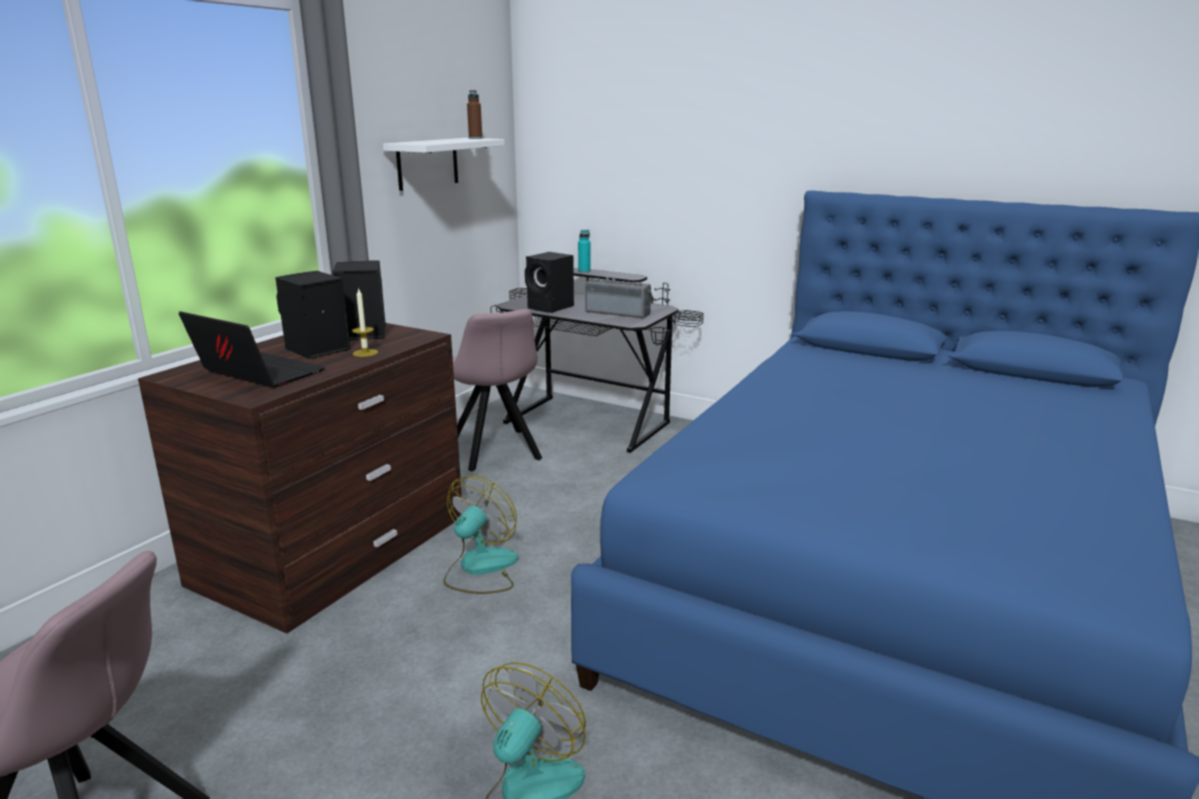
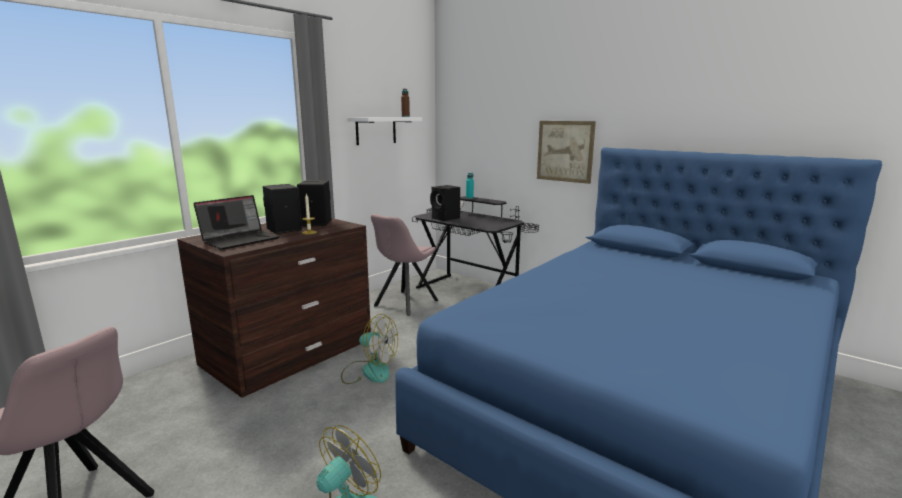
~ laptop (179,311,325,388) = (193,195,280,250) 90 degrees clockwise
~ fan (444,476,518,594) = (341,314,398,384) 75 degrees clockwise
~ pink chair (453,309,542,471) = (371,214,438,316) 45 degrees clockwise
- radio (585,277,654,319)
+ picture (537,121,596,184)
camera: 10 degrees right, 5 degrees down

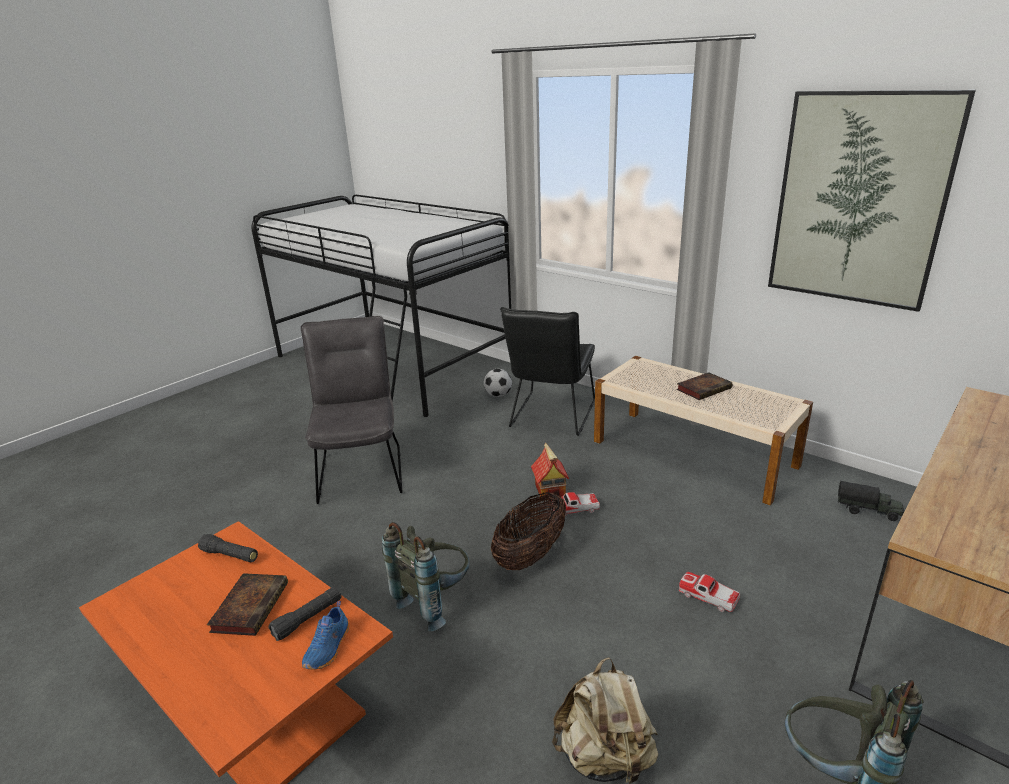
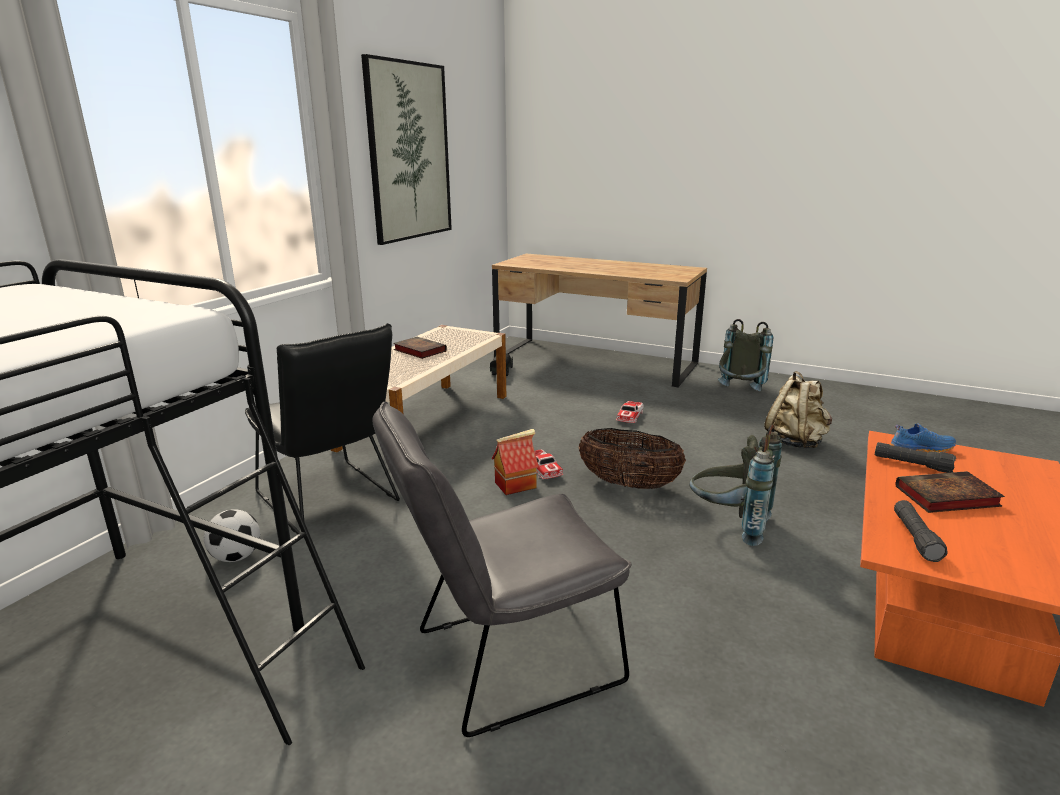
~ black chair (500,307,595,436) = (245,323,400,535) 45 degrees clockwise
camera: 105 degrees left, 5 degrees down

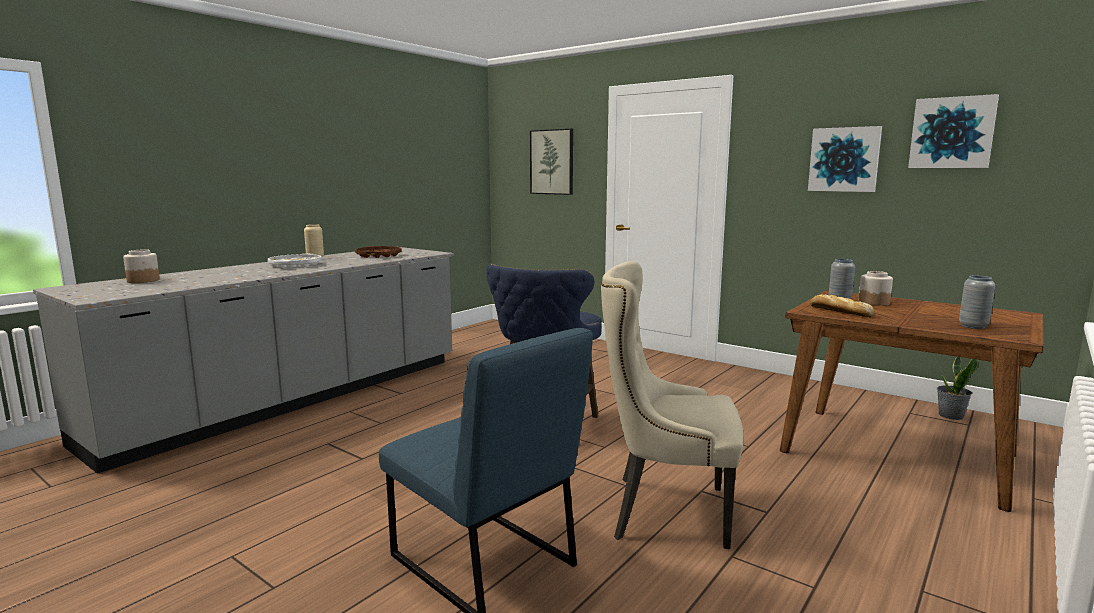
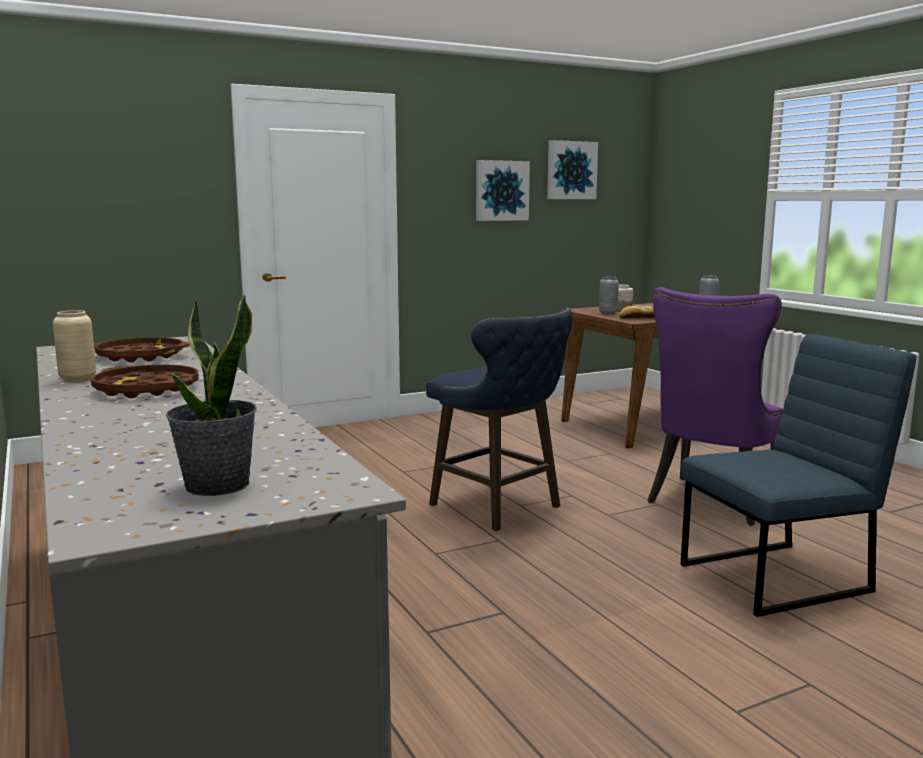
- jar (123,249,160,283)
~ white tray (268,254,322,267) to brown tray (91,365,199,398)
- picture (530,128,573,195)
~ beige chair (601,261,743,549) to purple chair (647,287,783,526)
~ potted plant (937,357,978,420) to (166,294,257,496)
camera: 65 degrees left, 0 degrees up

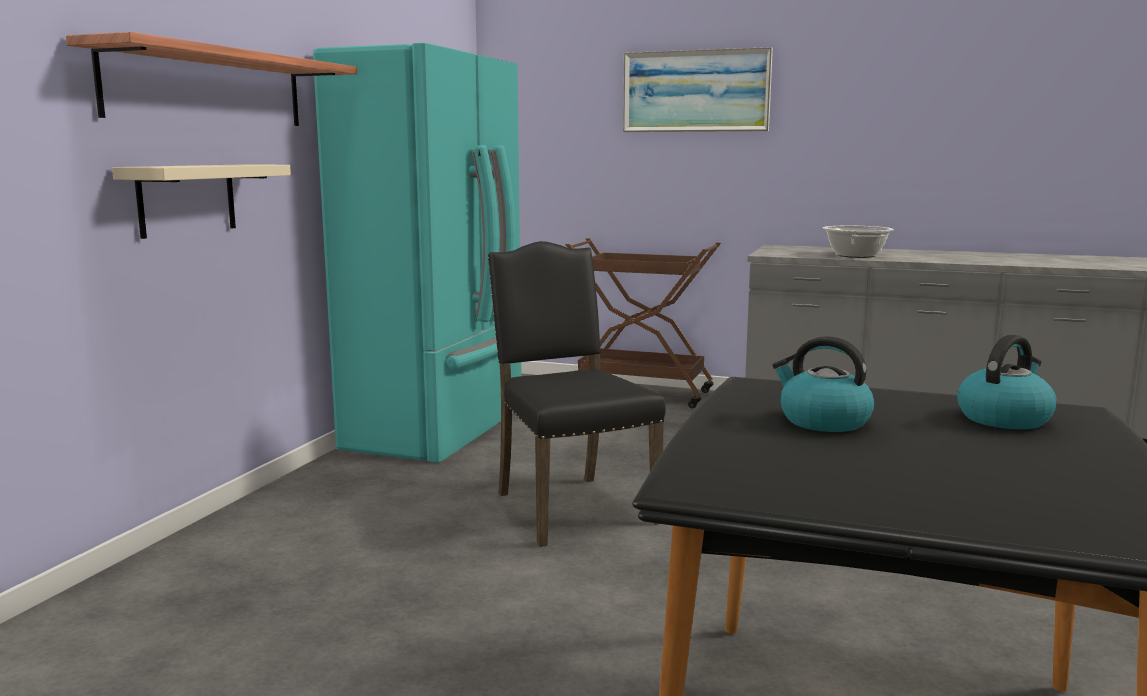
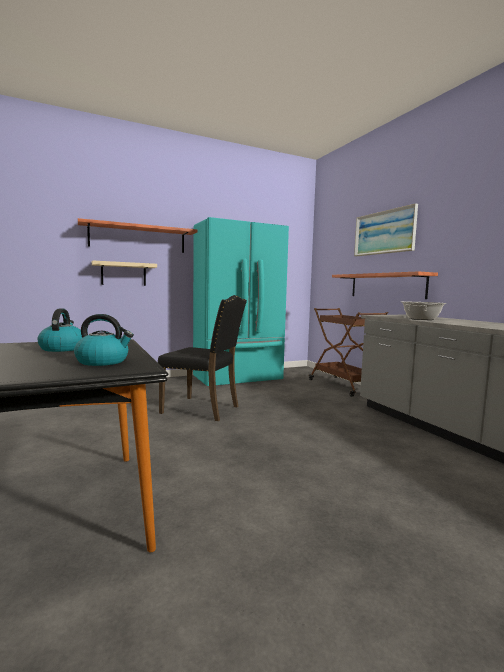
~ black chair (488,241,666,547) = (158,295,247,421) 90 degrees clockwise
+ shelf (332,271,438,299)
camera: 45 degrees right, 5 degrees down

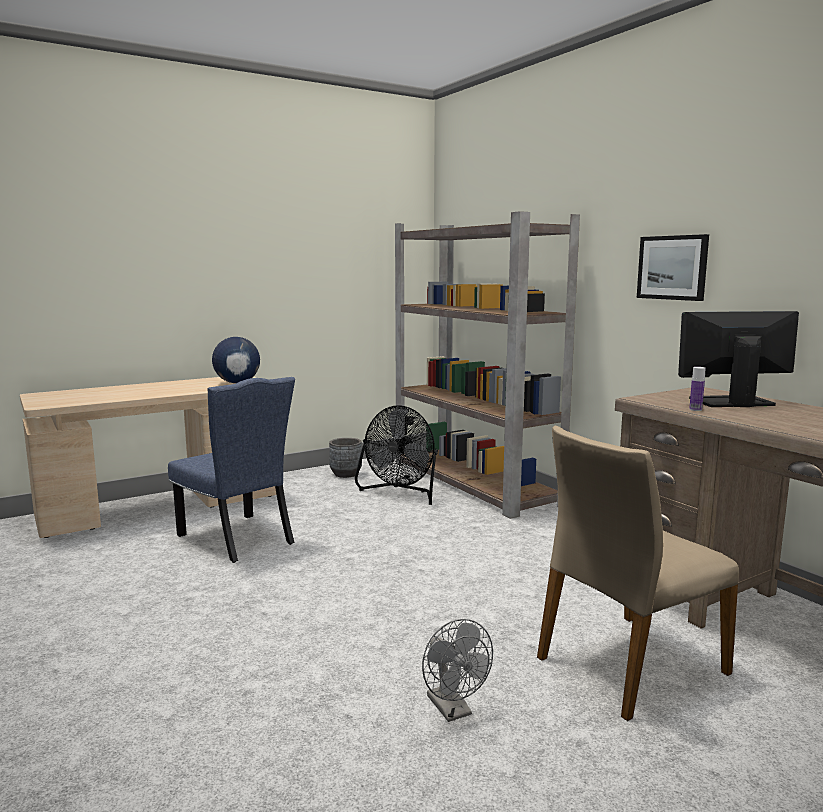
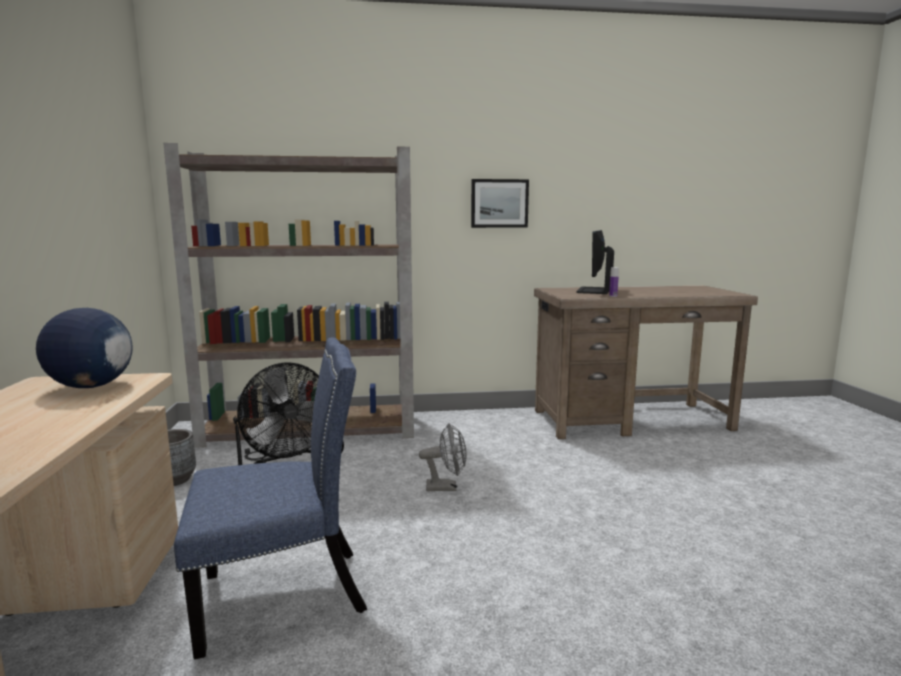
~ grey fan (422,619,493,722) to (419,423,467,491)
- beige chair (537,425,739,721)
camera: 65 degrees left, 0 degrees up

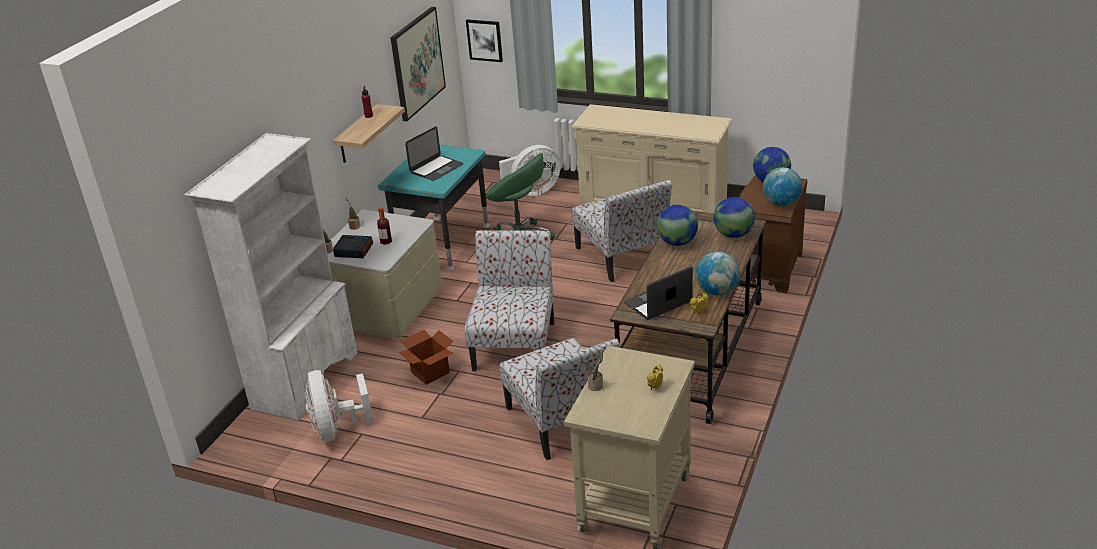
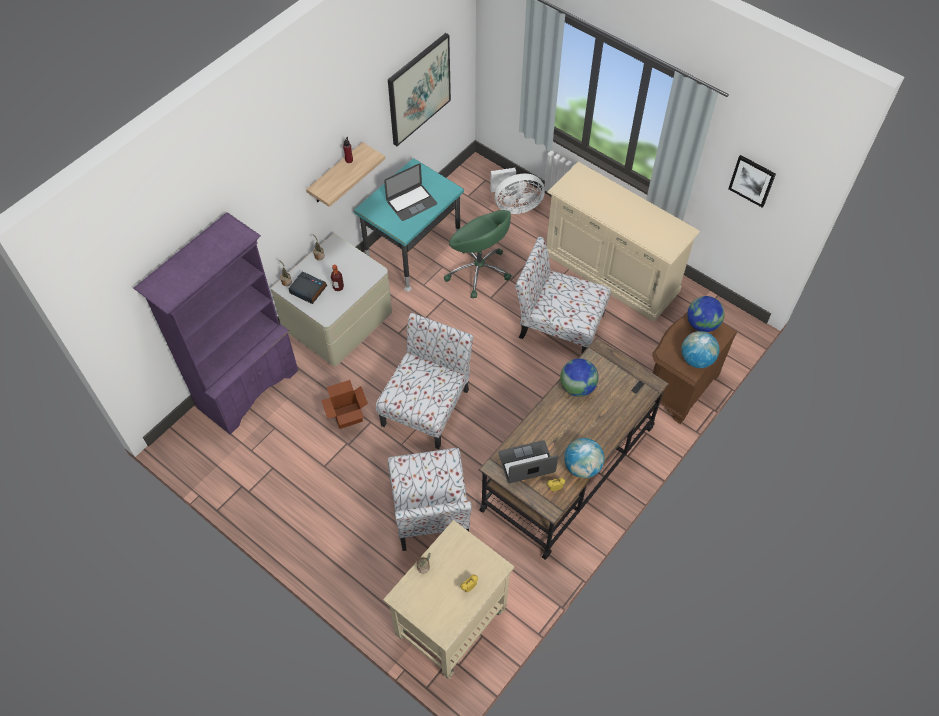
~ white bookcase (185,133,357,420) to purple bookcase (133,212,298,434)
- white fan (305,370,374,442)
~ picture (466,19,503,62) to (728,155,776,208)
~ chair (572,180,672,282) = (515,237,611,353) 120 degrees clockwise
- globe (714,197,755,238)
camera: 15 degrees right, 25 degrees up

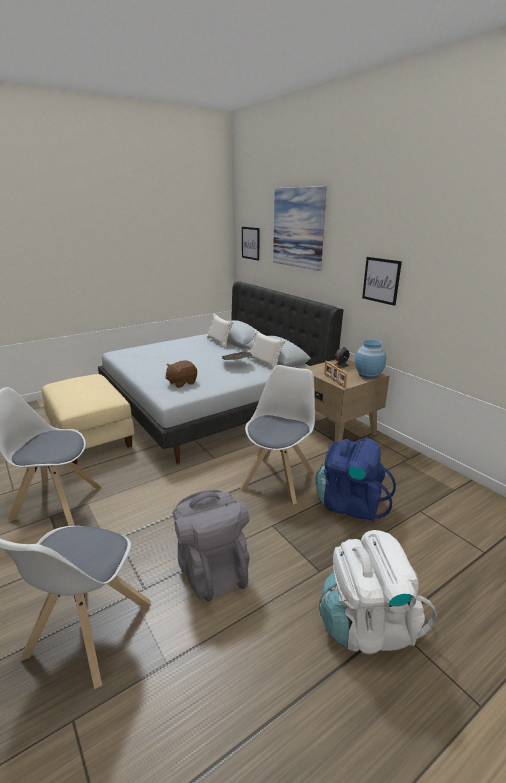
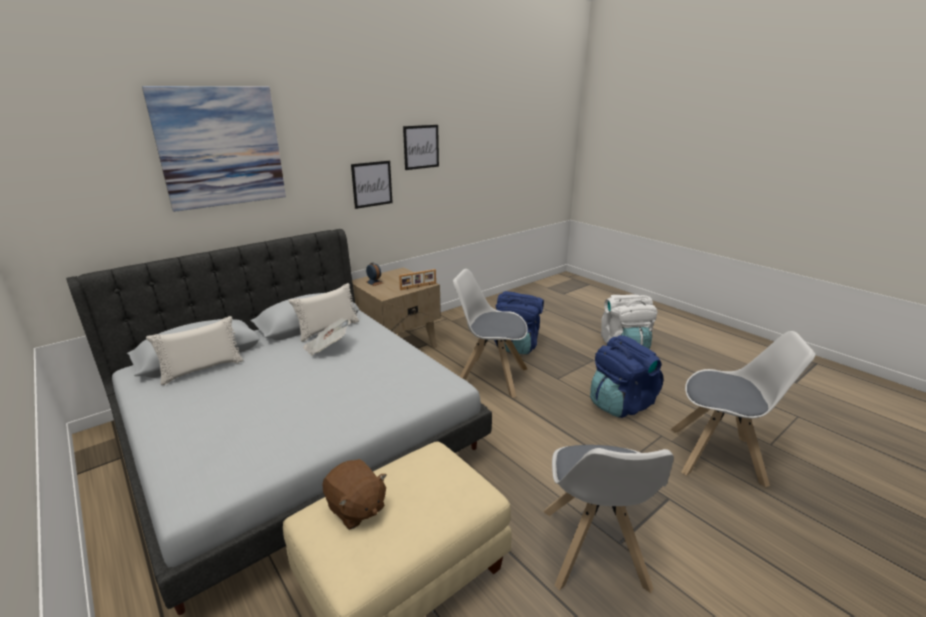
~ brown plush toy (165,360,197,388) to (322,459,387,530)
~ grey backpack (172,490,250,602) to blue backpack (590,335,664,418)
~ picture (242,227,260,261) to (403,125,439,170)
- blue vase (355,339,386,379)
camera: 95 degrees left, 0 degrees up

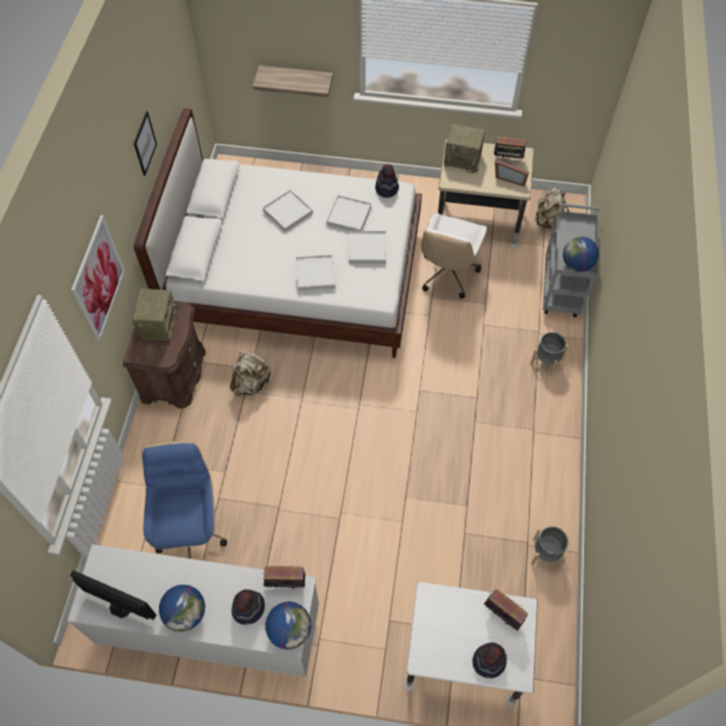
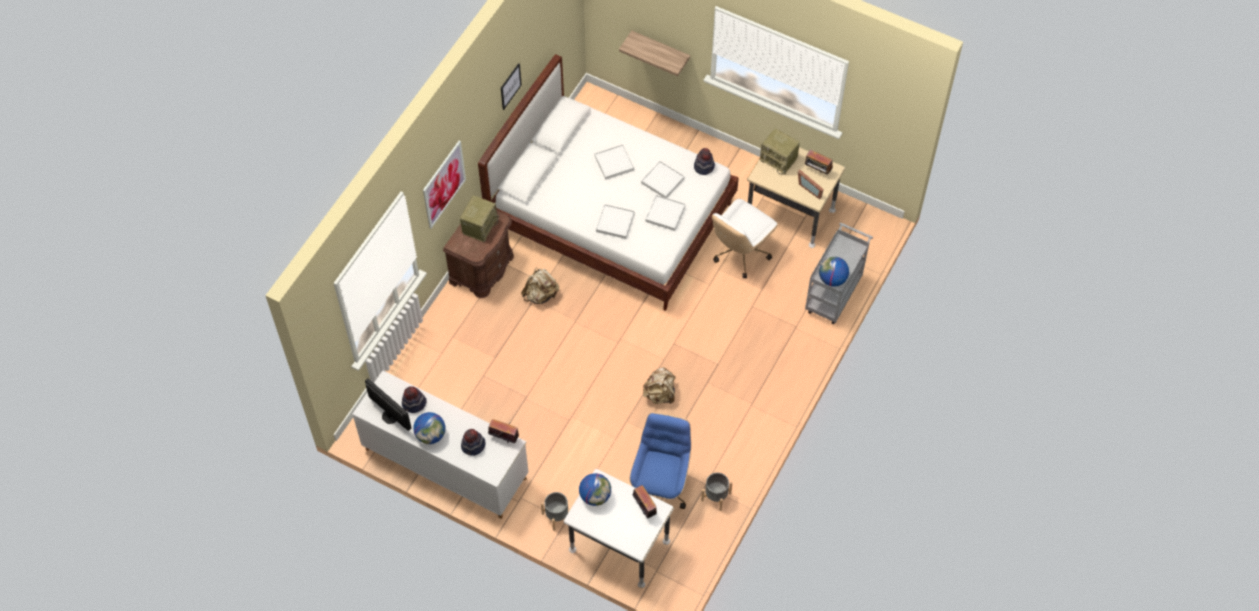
~ blue office chair (142,441,227,559) to (630,412,691,509)
~ globe (265,601,311,650) to (579,473,611,506)
~ hat (472,642,507,678) to (402,386,427,413)
~ grey planter (530,332,569,376) to (541,492,571,531)
~ beige backpack (535,187,569,229) to (643,367,675,404)
camera: 20 degrees right, 0 degrees up

